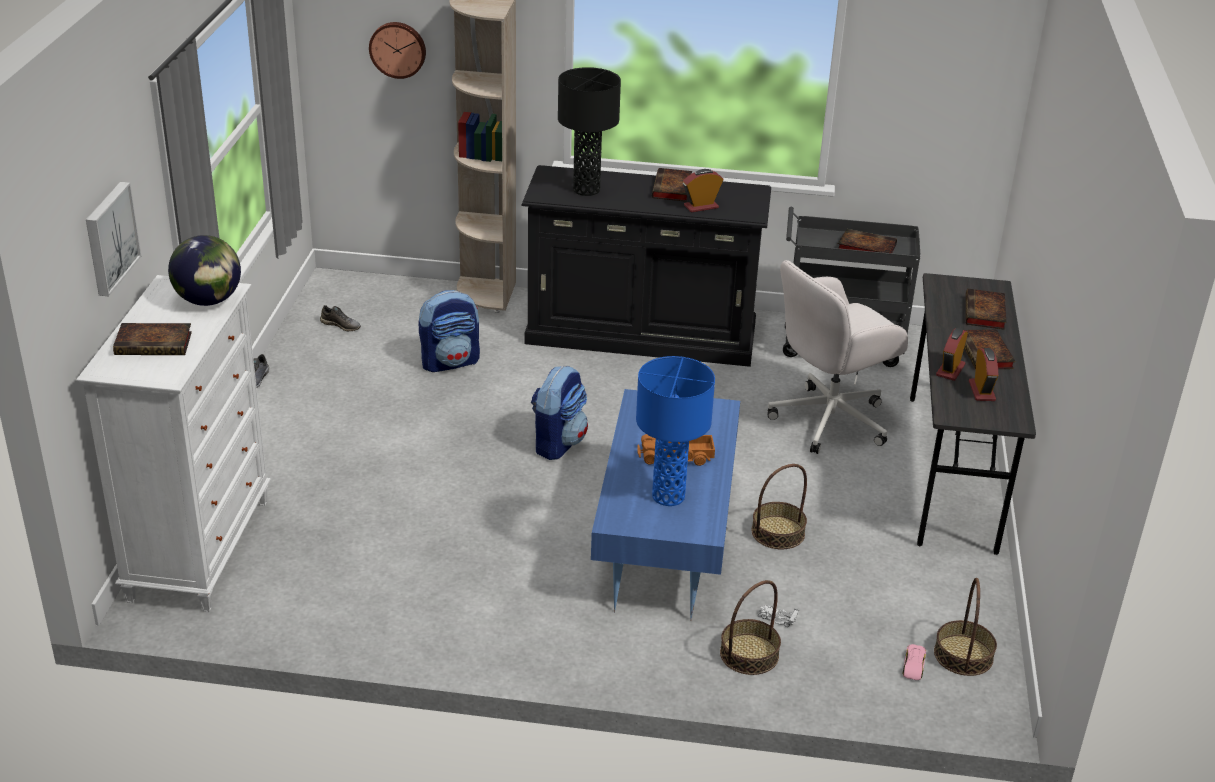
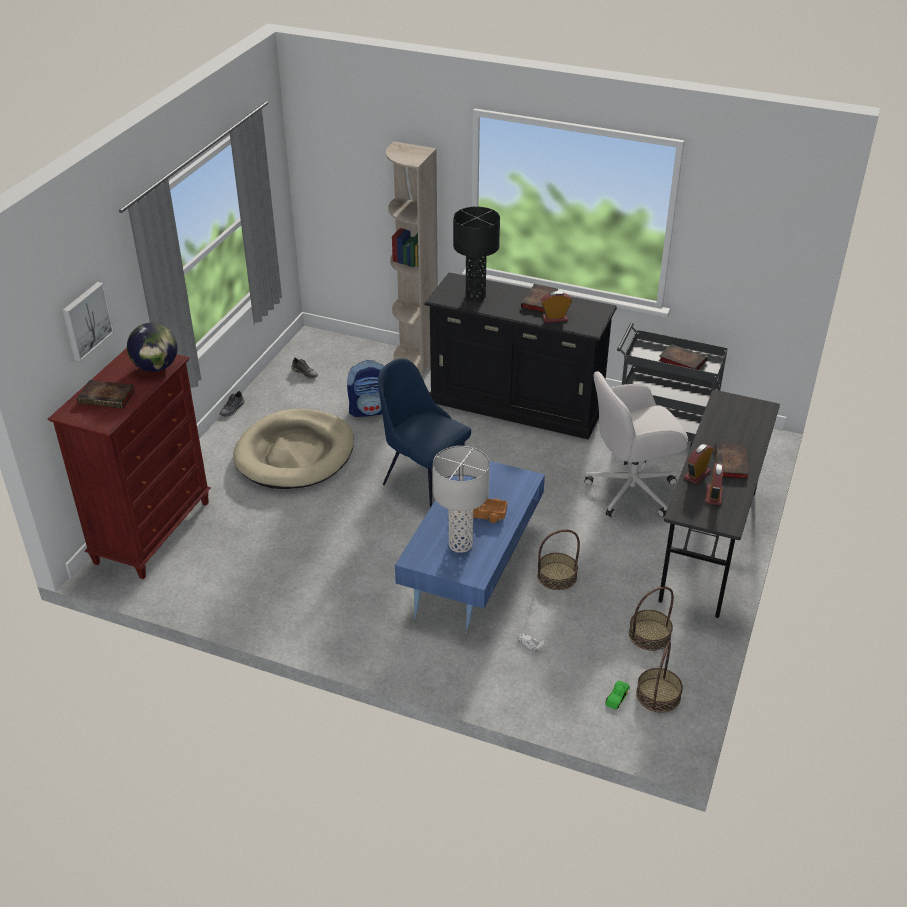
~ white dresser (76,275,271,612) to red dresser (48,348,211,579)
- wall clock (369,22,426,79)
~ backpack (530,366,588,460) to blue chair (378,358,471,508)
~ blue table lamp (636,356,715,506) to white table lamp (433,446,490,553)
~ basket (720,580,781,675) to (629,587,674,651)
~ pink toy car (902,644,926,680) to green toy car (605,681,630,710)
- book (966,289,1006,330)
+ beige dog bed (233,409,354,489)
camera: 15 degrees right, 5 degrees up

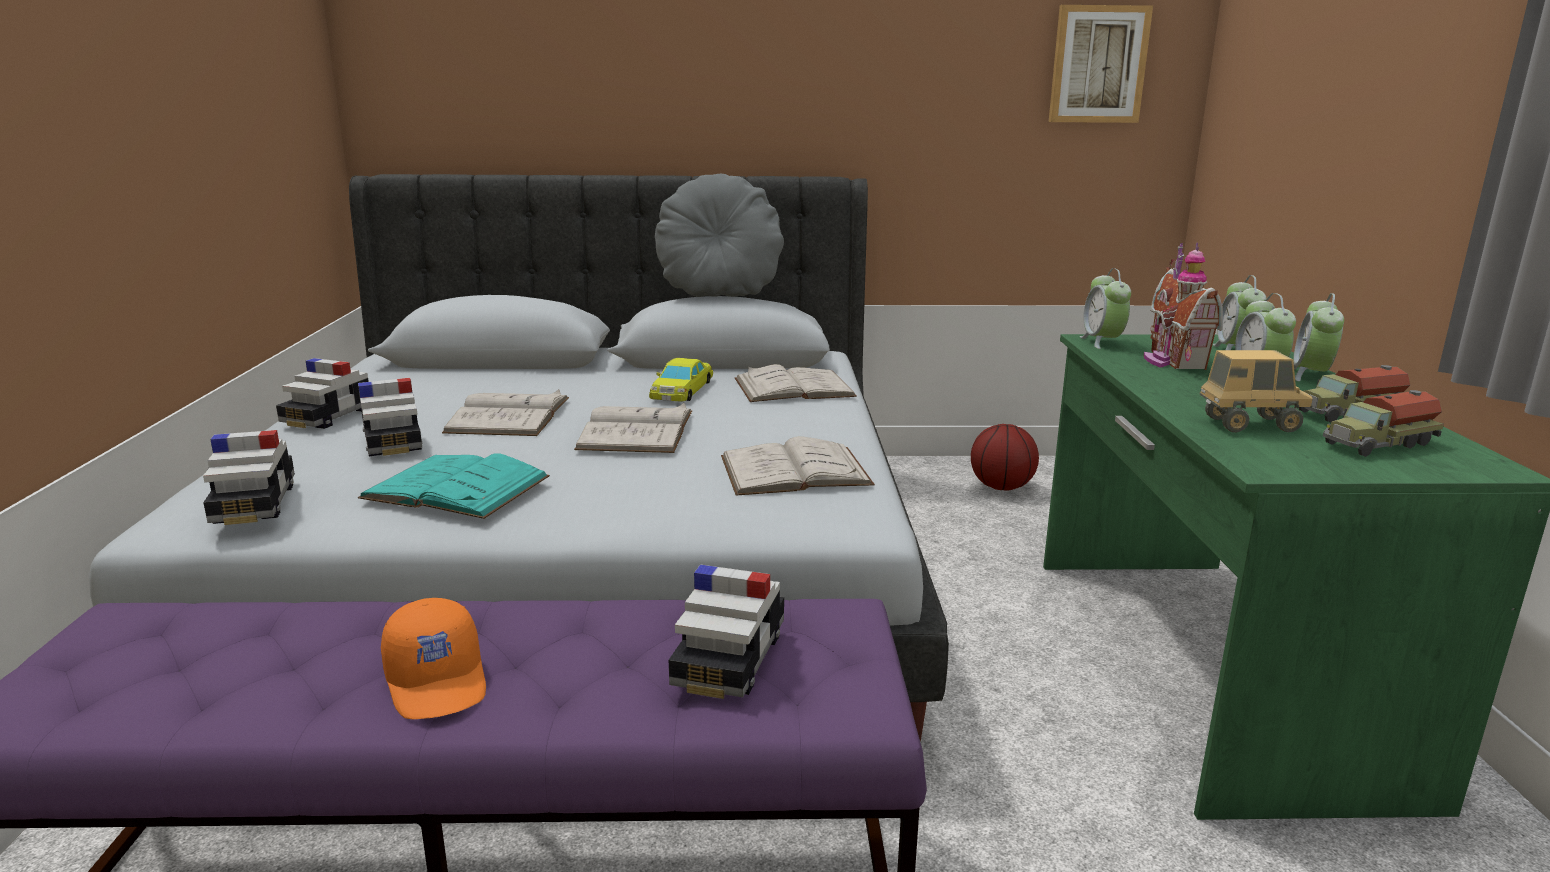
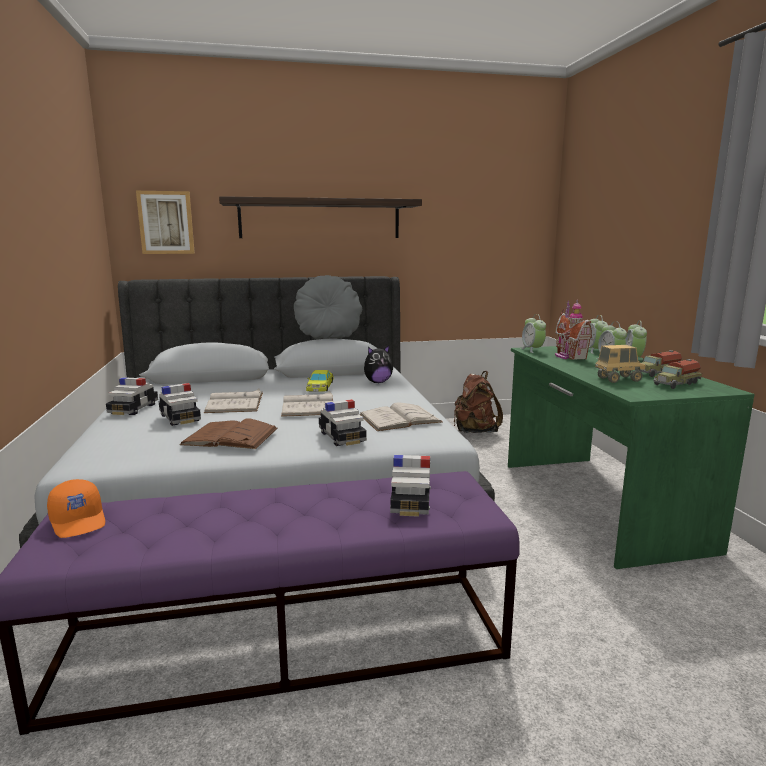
~ toy car (203,430,295,525) to (319,399,367,446)
~ turquoise book (358,453,550,519) to brown book (179,418,278,449)
~ orange cap (381,598,486,719) to (47,479,105,538)
~ white book (735,364,857,402) to plush toy (364,346,393,383)
~ basketball (971,424,1039,491) to brown backpack (454,371,503,433)
~ picture (1049,5,1153,123) to (136,191,195,254)
+ shelf (219,196,422,238)
camera: 10 degrees left, 5 degrees down

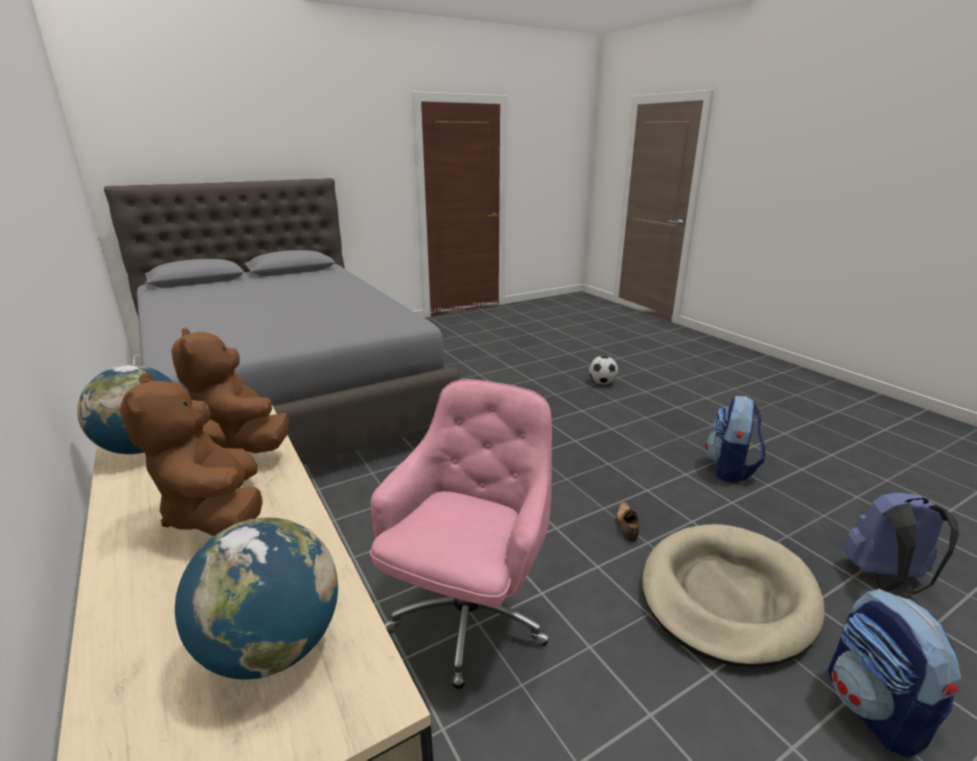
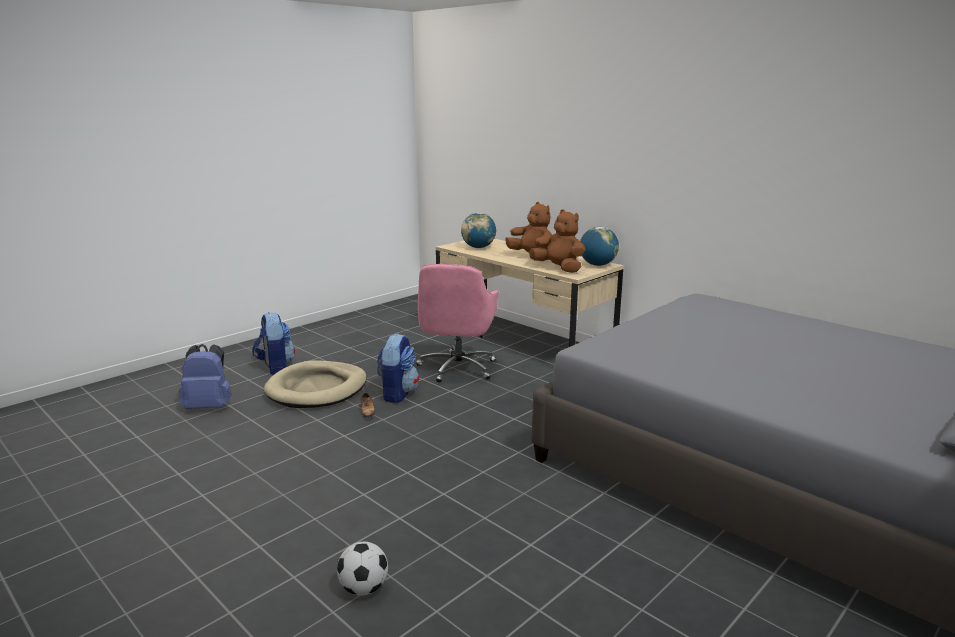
~ backpack (705,396,765,482) to (377,333,419,403)
camera: 165 degrees right, 5 degrees down

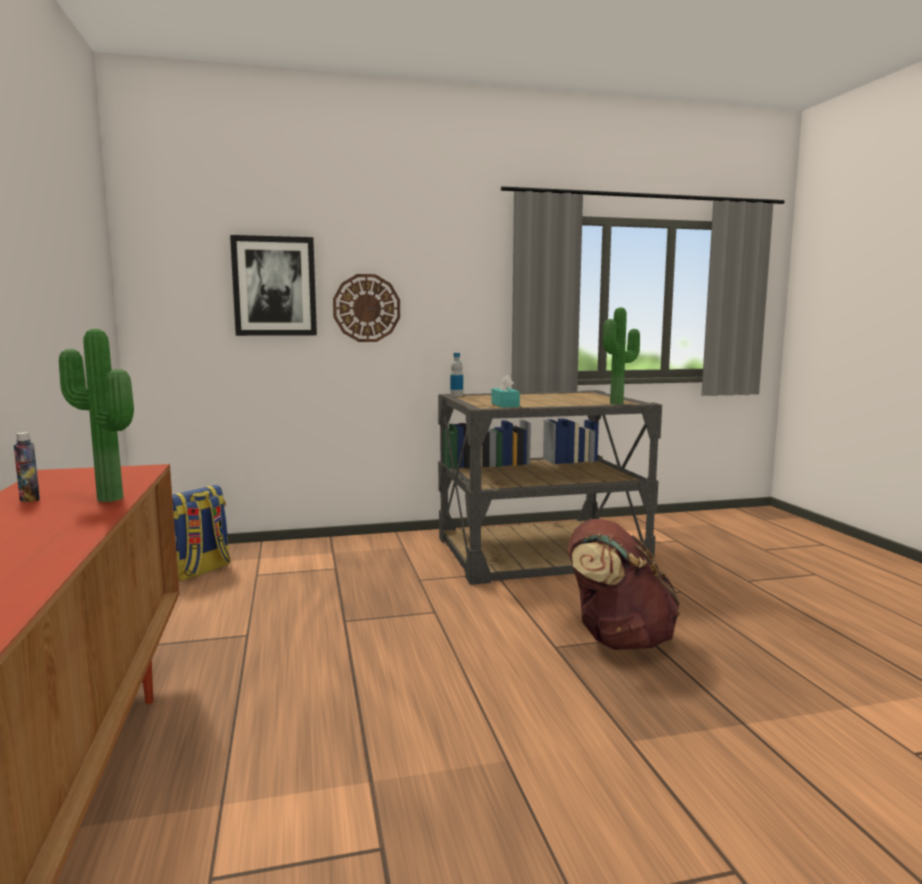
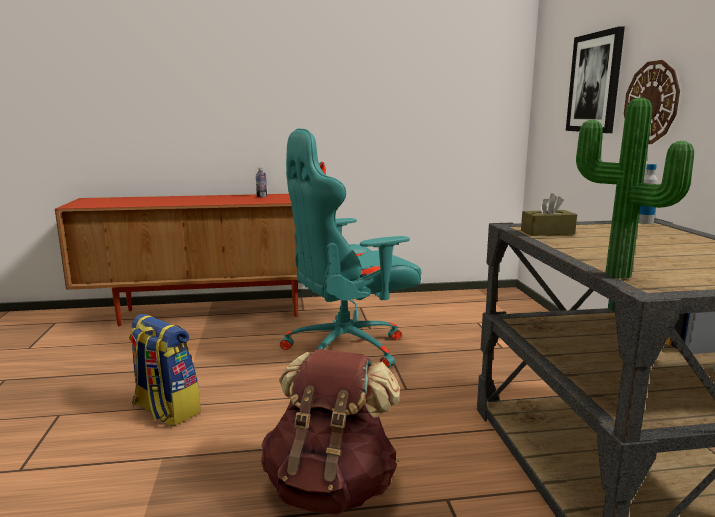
- potted plant (59,329,134,502)
~ backpack (172,485,231,581) to (129,314,201,426)
~ turquoise tissue box (491,375,520,408) to brown tissue box (521,193,577,236)
+ turquoise office chair (280,128,421,368)
camera: 95 degrees right, 5 degrees up

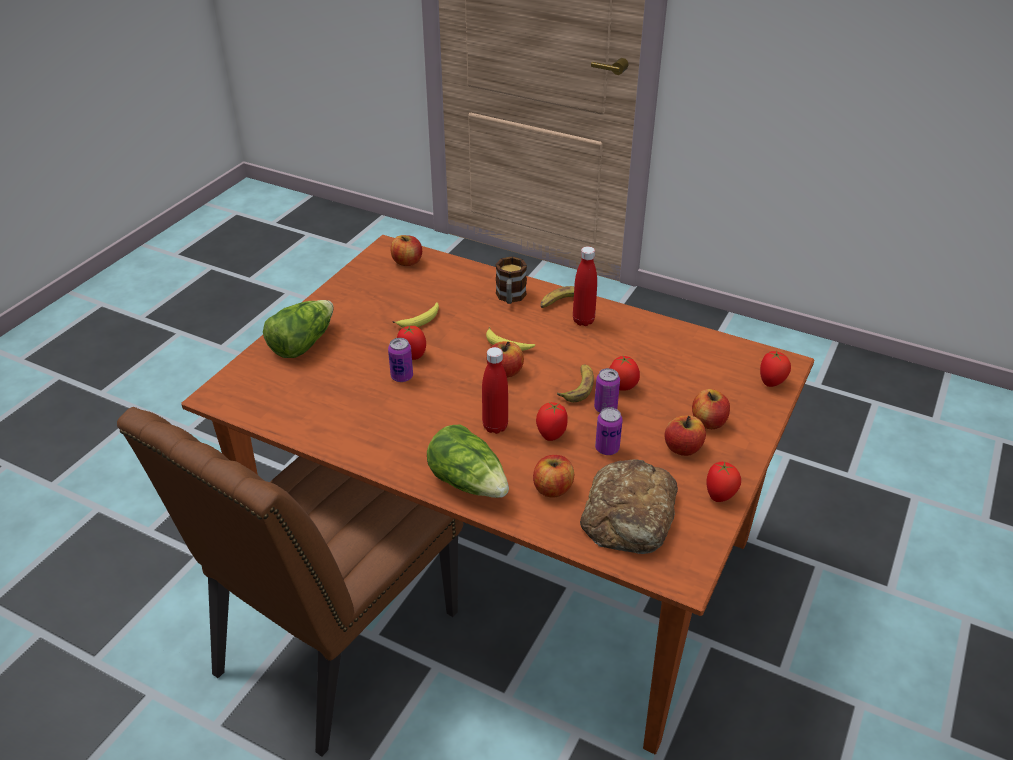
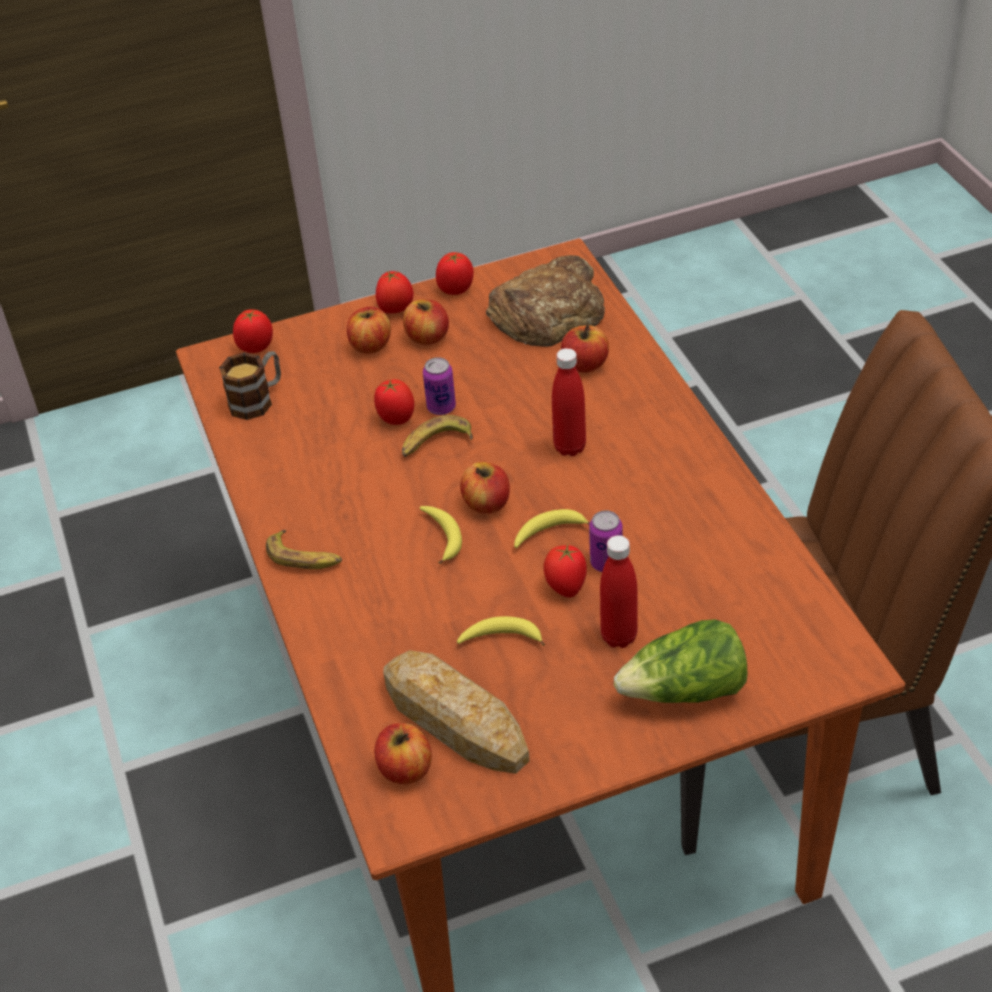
- lettuce (427,424,509,498)
~ mug (495,256,527,304) to (219,351,281,420)
~ tomato (536,402,568,441) to (376,271,414,314)
~ red bottle (573,246,597,326) to (600,535,638,648)
- can (595,408,623,455)
+ bread (383,650,530,774)
+ banana (514,509,590,548)
camera: 135 degrees left, 5 degrees up

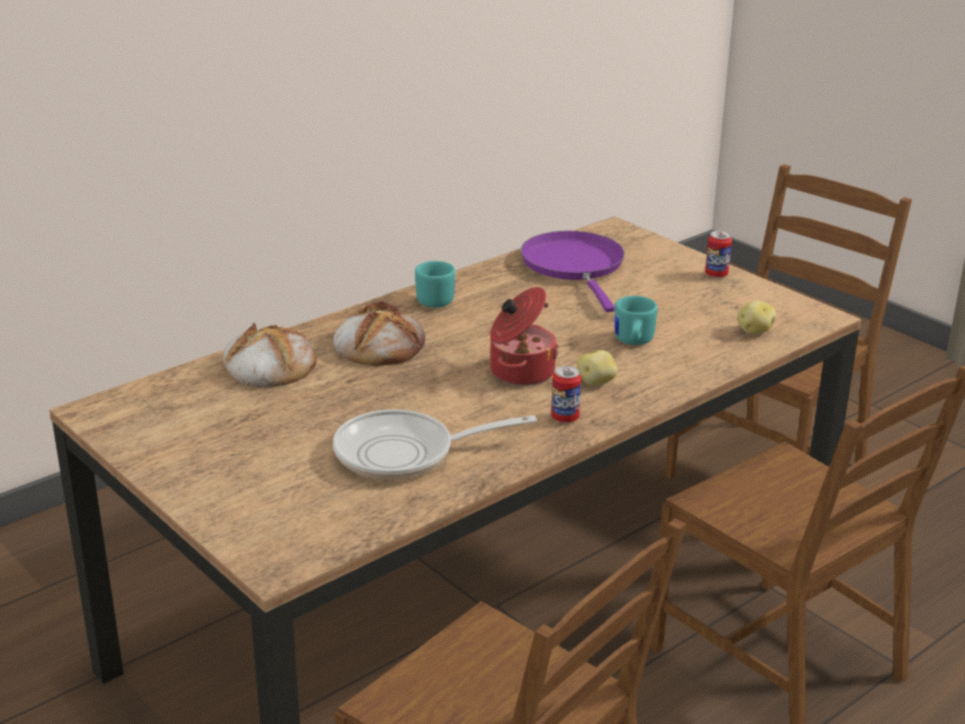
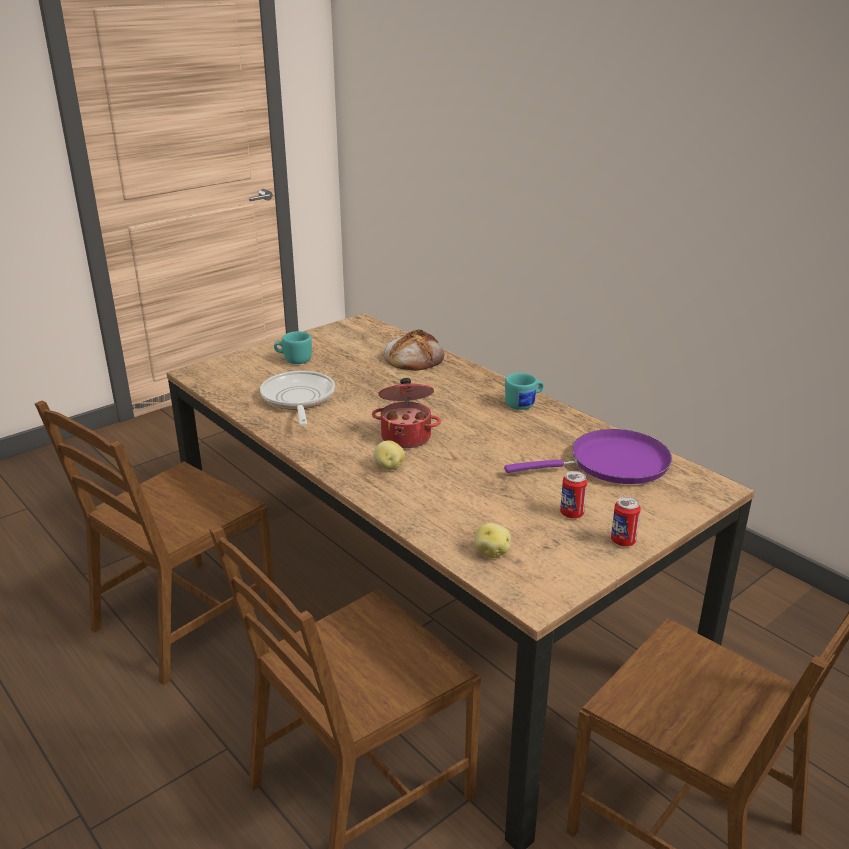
- bread (333,301,425,366)
~ can (551,366,581,423) to (560,471,587,519)
~ turquoise mug (615,296,658,345) to (274,331,312,364)
camera: 90 degrees right, 0 degrees up

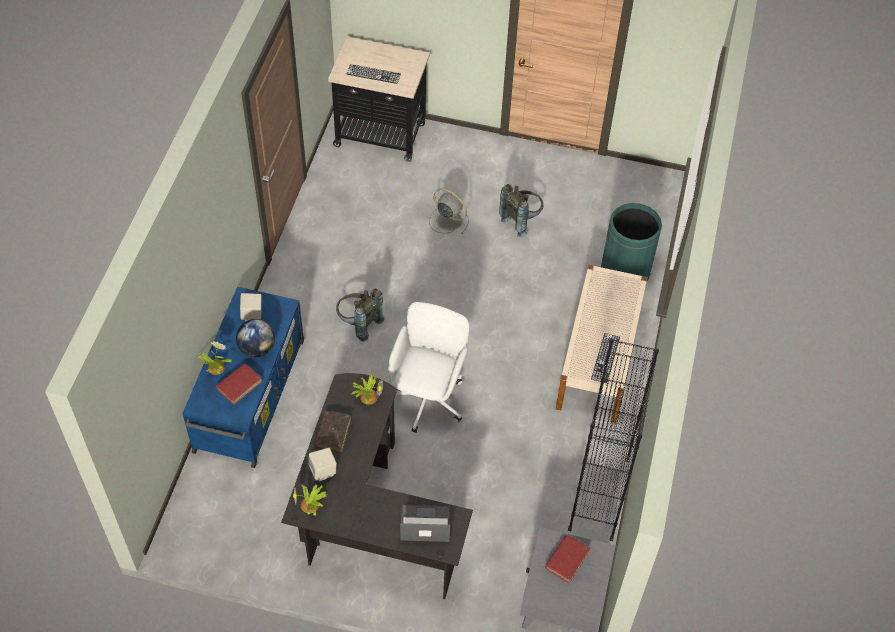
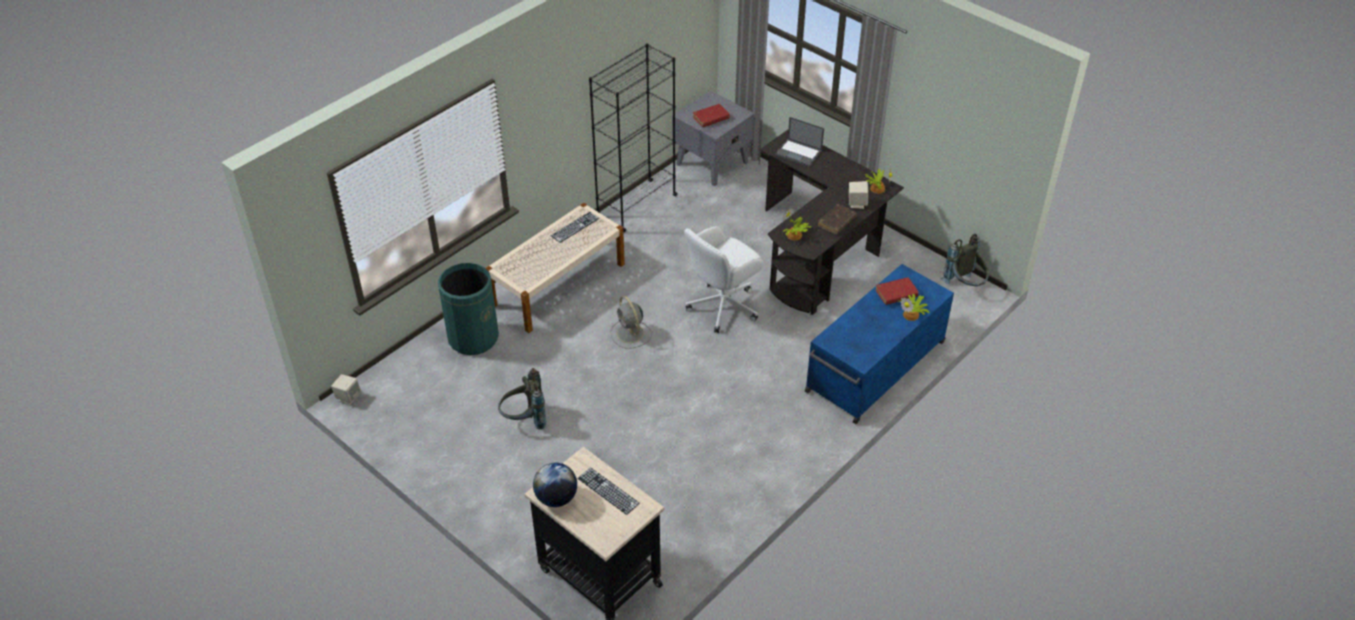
~ globe (236,319,275,357) to (533,463,577,507)
~ beige speaker (240,293,262,322) to (331,374,361,405)
~ grey backpack (336,289,385,341) to (941,234,989,286)
~ grey fan (429,189,469,234) to (610,296,652,348)
camera: 150 degrees left, 10 degrees down

